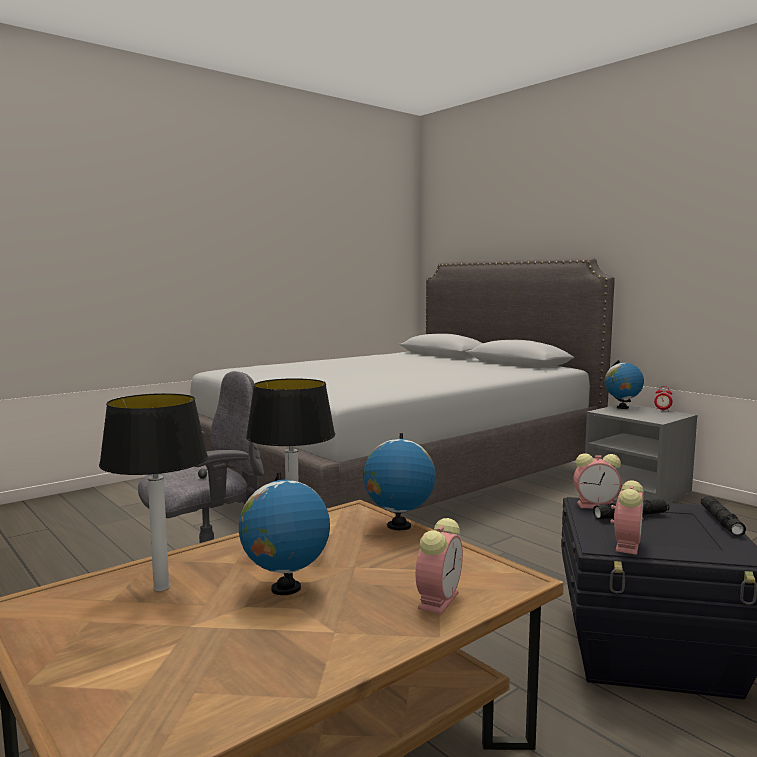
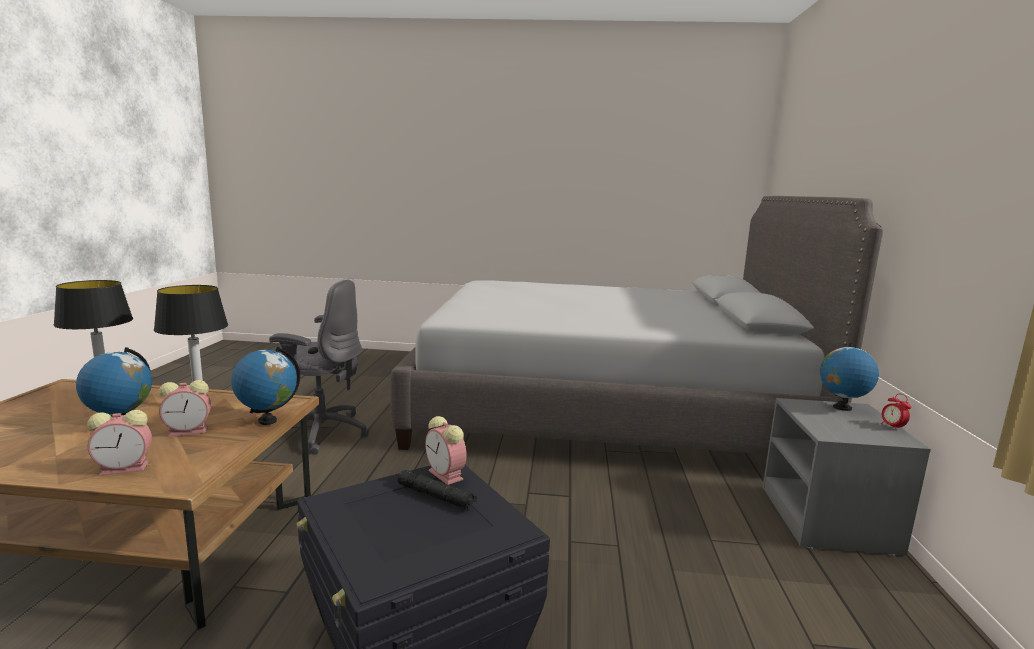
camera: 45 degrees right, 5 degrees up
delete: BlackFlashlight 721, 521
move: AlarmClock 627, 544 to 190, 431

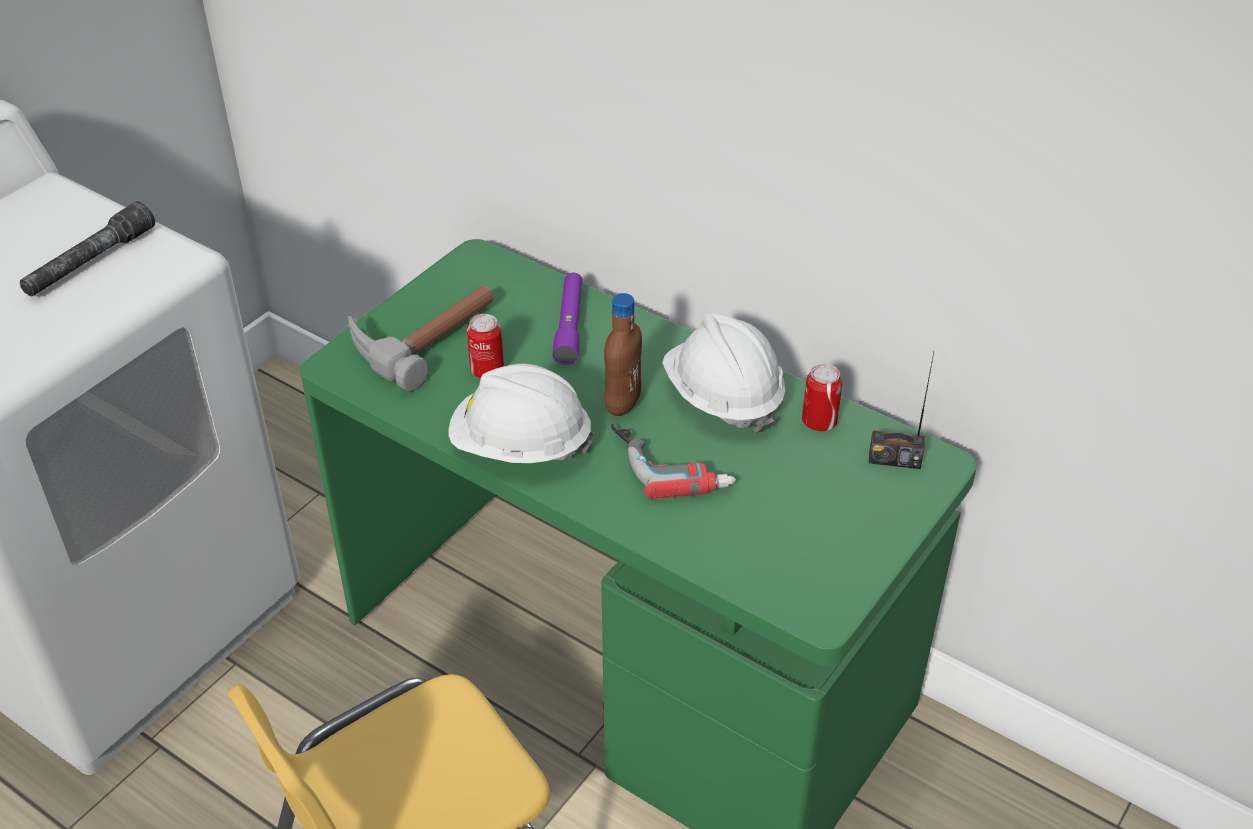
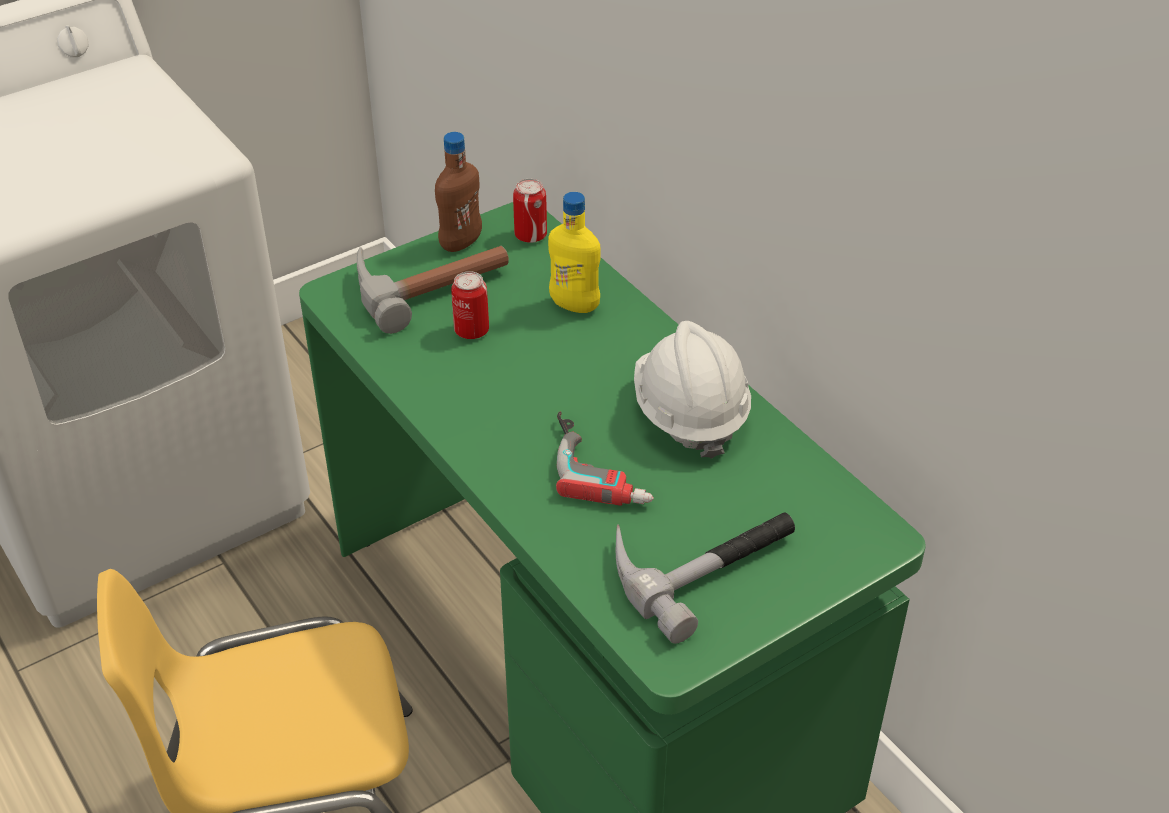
camera: 20 degrees right, 0 degrees up
delete: GreyFlashlight 90, 262; WhiteHardHat 520, 446; Radio 894, 459
insert: Hammer 703, 562
move: BrownBottle 622, 403 to 460, 243; Can 819, 421 to 530, 235
replace: PurpleFlashlight 569, 325 to YellowBottle 574, 305

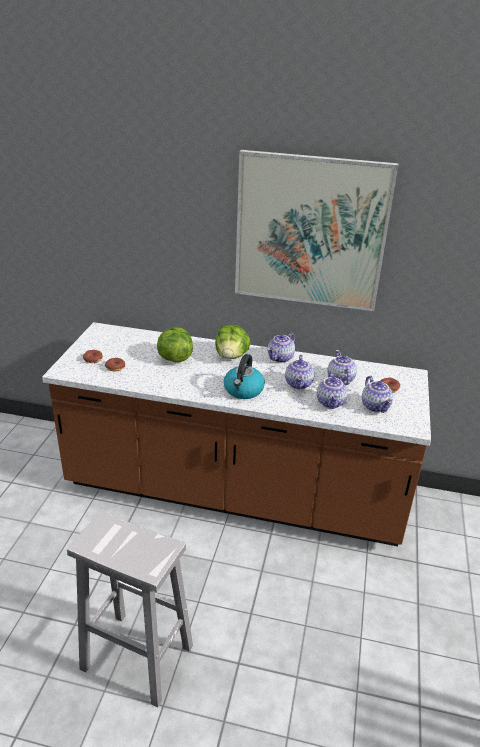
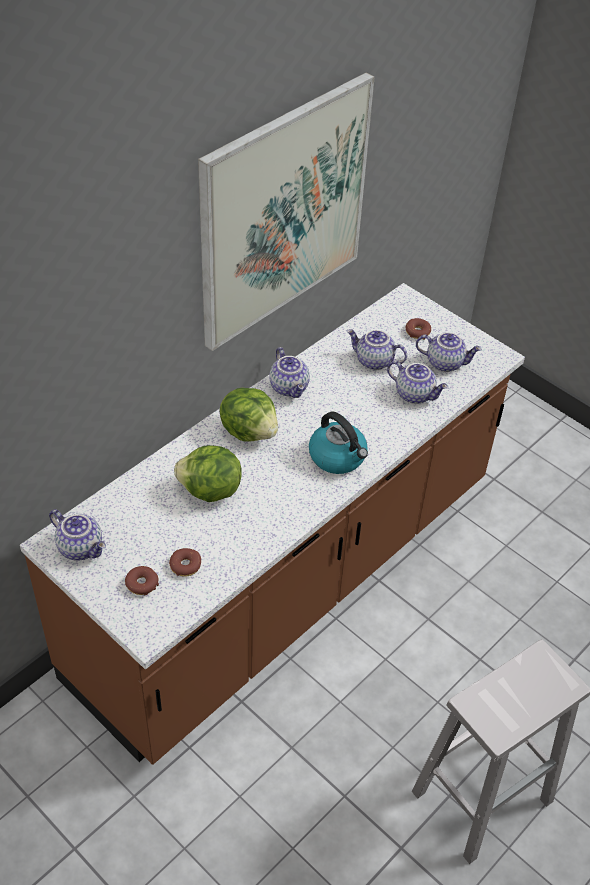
camera: 60 degrees left, 15 degrees up
move: Teapot 299, 384 to 81, 547

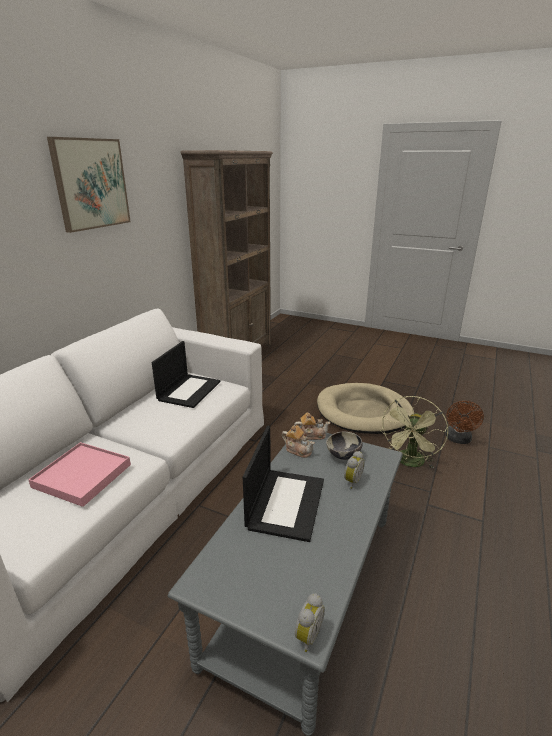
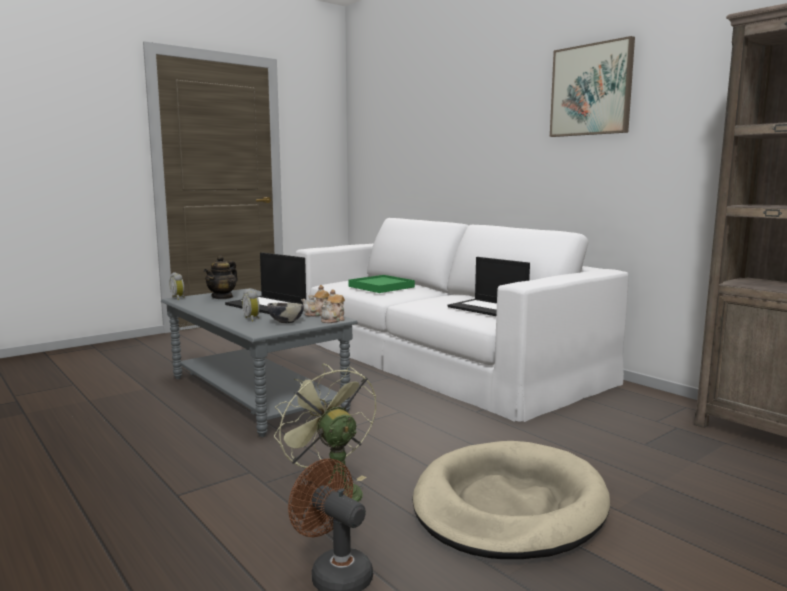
camera: 115 degrees right, 15 degrees down
insert: Teapot 222, 297
recolor: PinkTray 82, 476 to GreenTray 381, 287

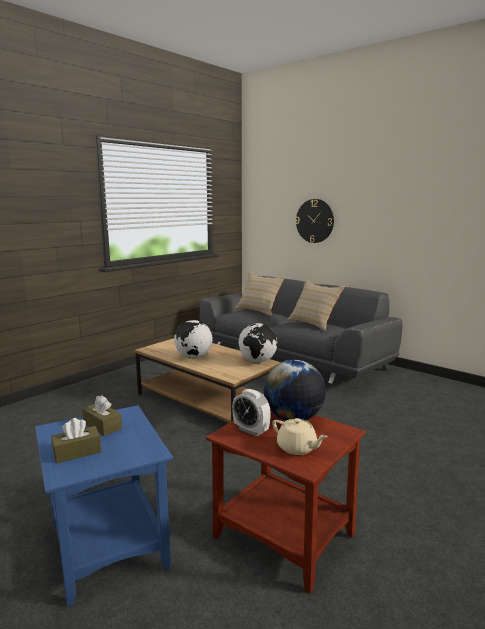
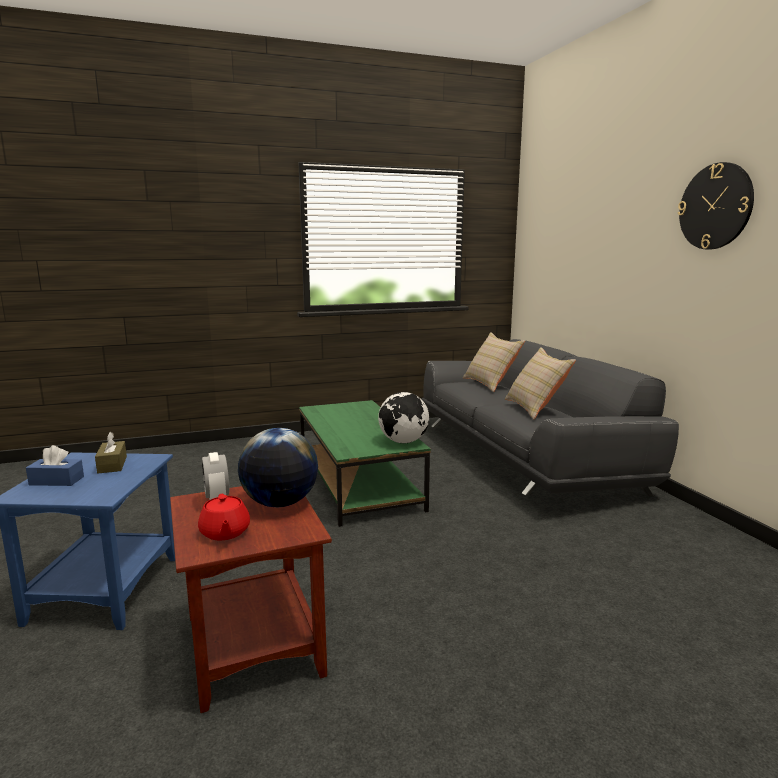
camera: 30 degrees right, 0 degrees up
delete: Globe 193, 357
move: WallClock 314, 221 to 715, 206
recolor: BrownTissueBox 77, 452 to BlueTissueBox 56, 481; BrownCoffeeTable 206, 401 to GreenCoffeeTable 358, 482; BeigeTeapot 297, 448 to RedTeapot 224, 533

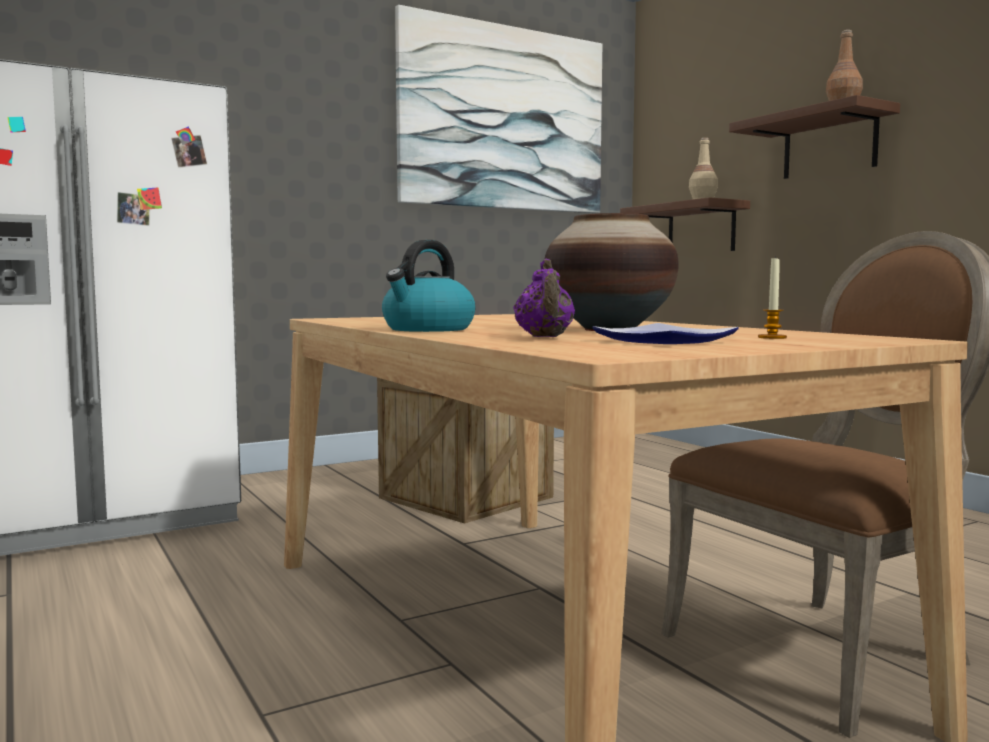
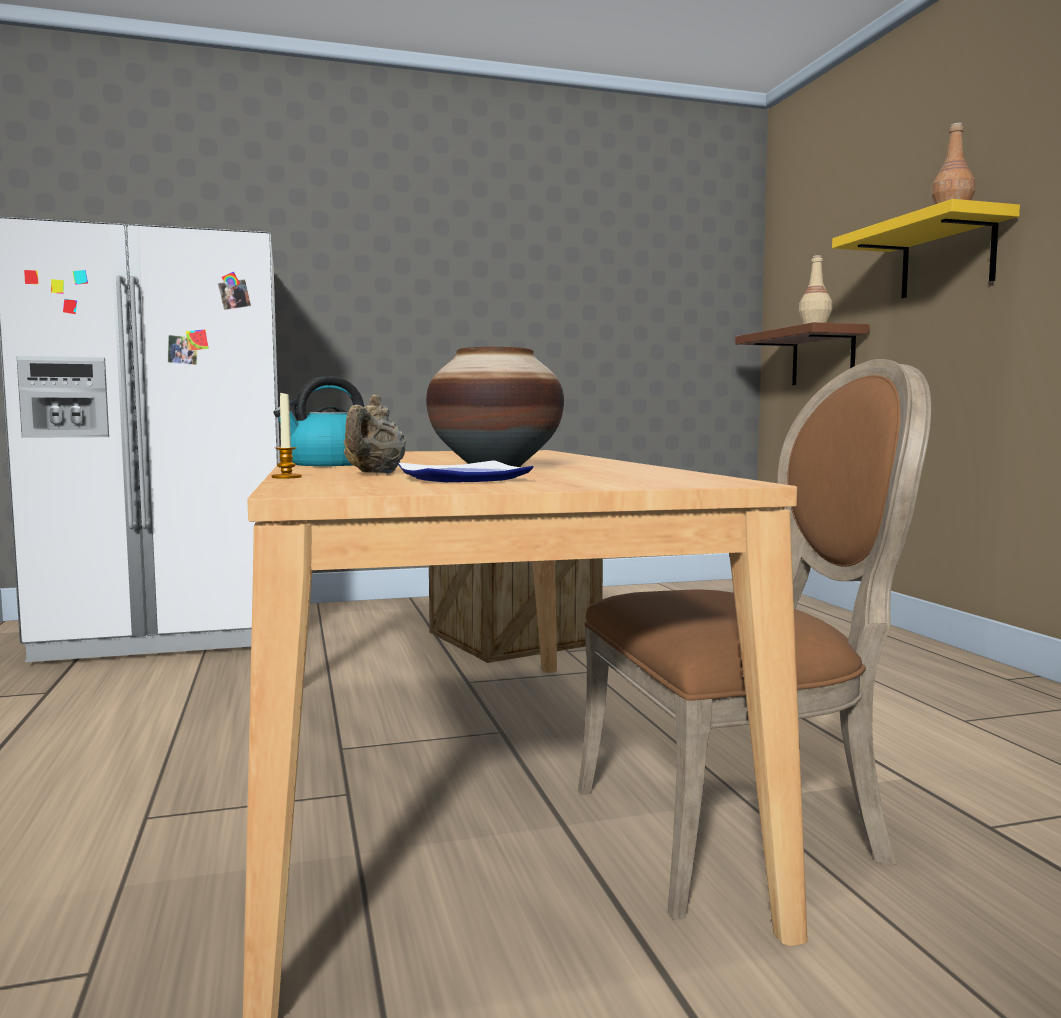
camera: 15 degrees right, 0 degrees up
delete: Picture 504, 118
move: Candle 772, 337 to 286, 477
recolor: PurpleTeapot 544, 338 to BeigeTeapot 375, 474; BrownShelf 829, 145 to YellowShelf 947, 257

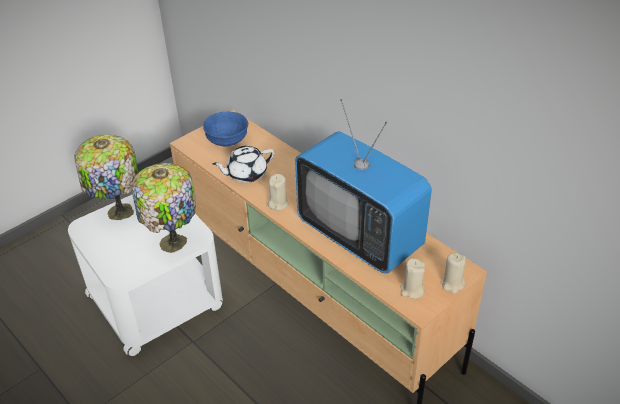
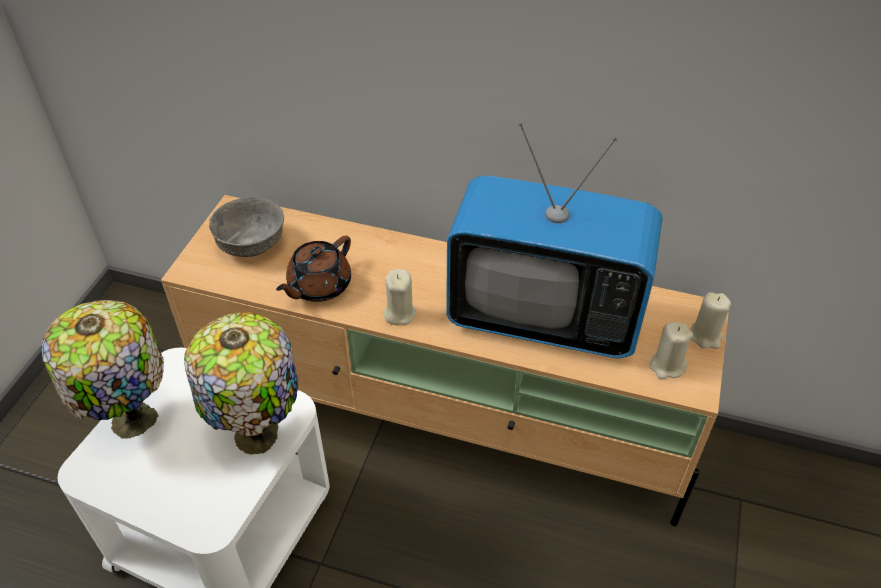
camera: 30 degrees left, 5 degrees up
recolor: BlueBowl 226, 141 to GreyBowl 251, 246; WhiteTeapot 246, 174 to BrownTeapot 318, 286

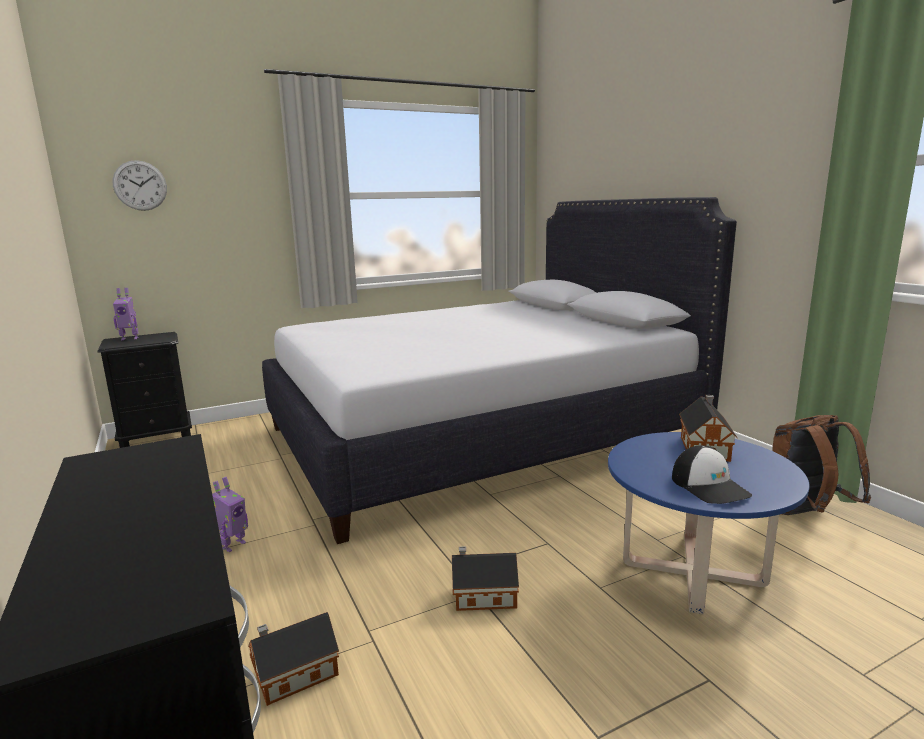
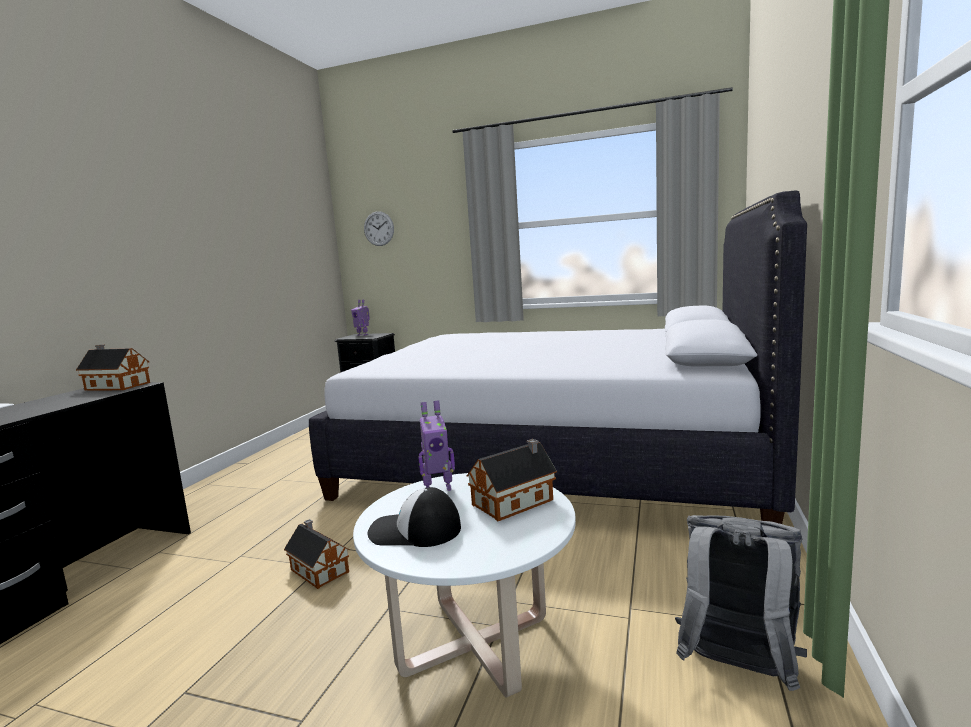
camera: 45 degrees right, 5 degrees down
move: ToyRobot 233, 545 to 438, 488; ToyHouse 293, 675 to 116, 386
recolor: BlueCoffeeTable 692, 573 to WhiteCoffeeTable 474, 643; BrownBackpack 805, 514 to GreyBackpack 736, 670
rotate: Cap 710, 486 = 414, 531 75 degrees clockwise

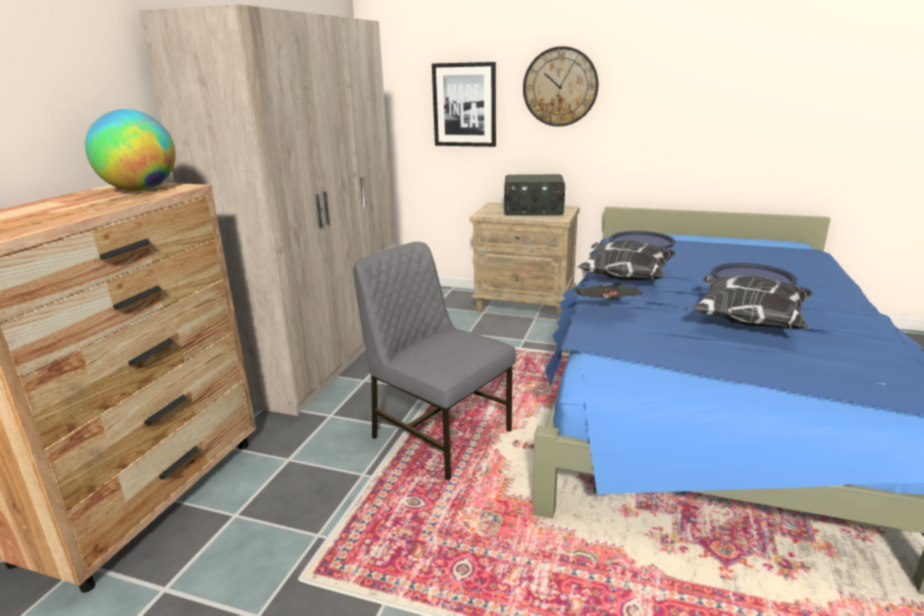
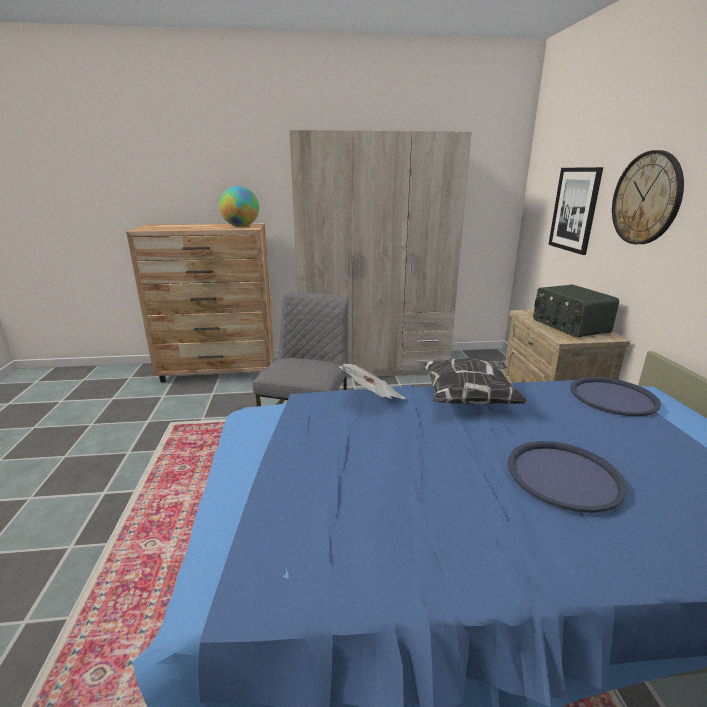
camera: 65 degrees right, 0 degrees up
delete: Pillow 746, 322

